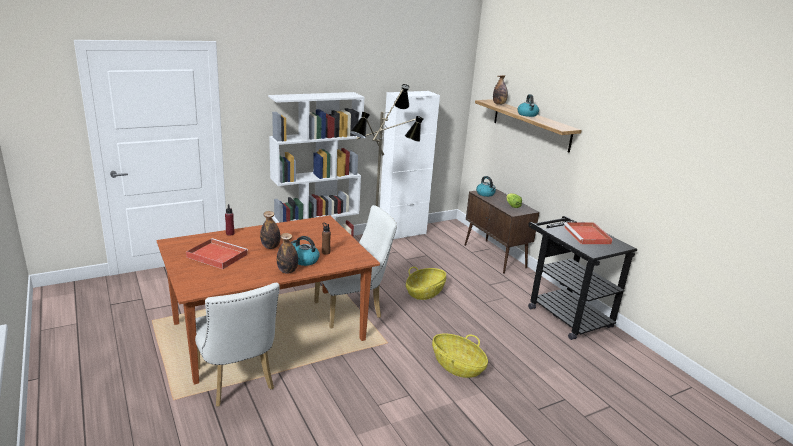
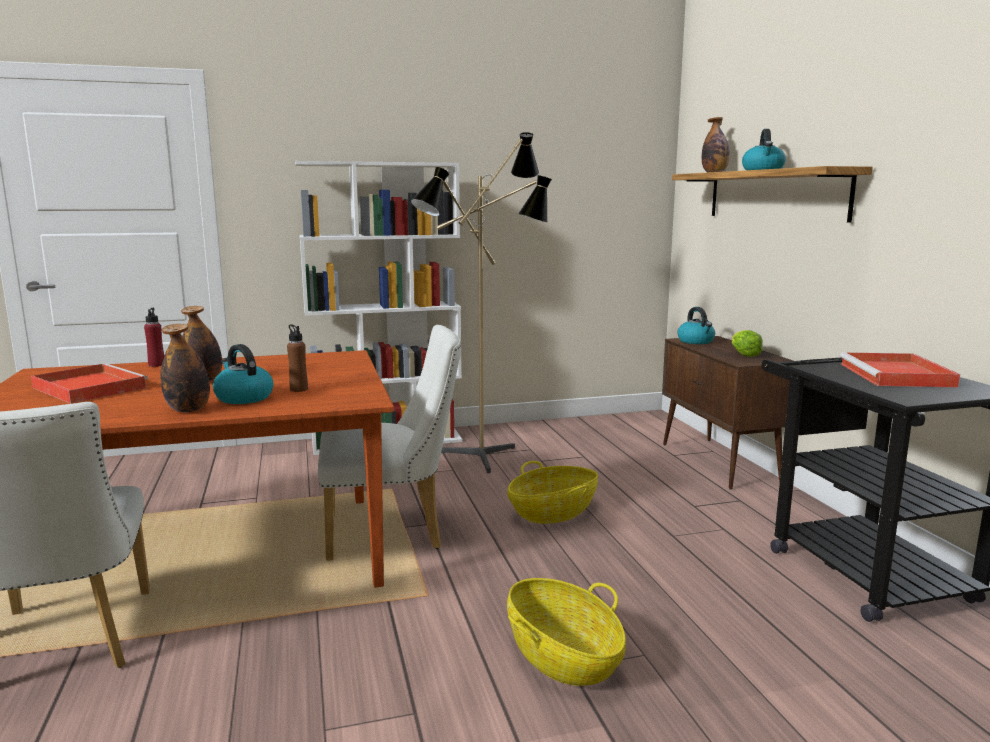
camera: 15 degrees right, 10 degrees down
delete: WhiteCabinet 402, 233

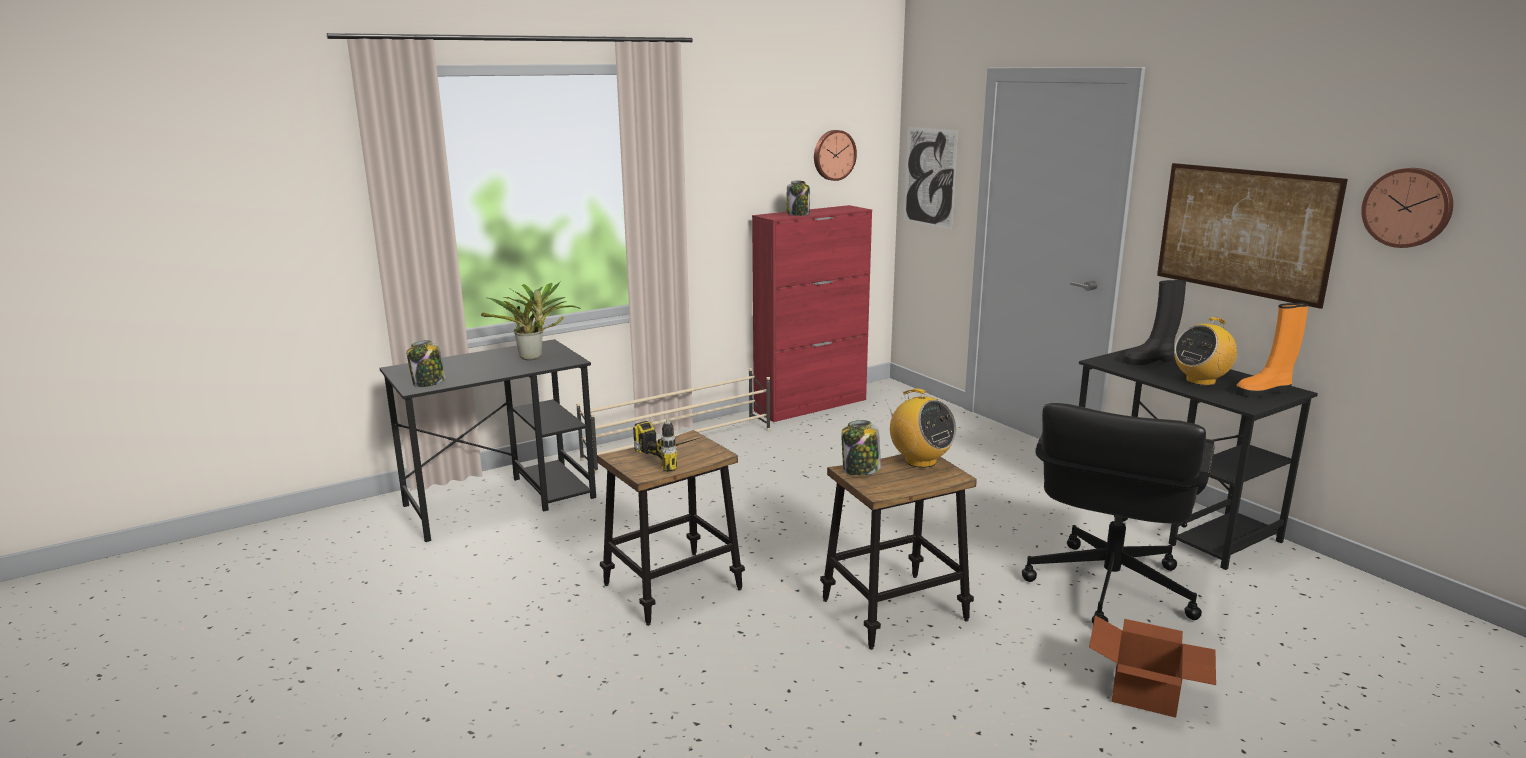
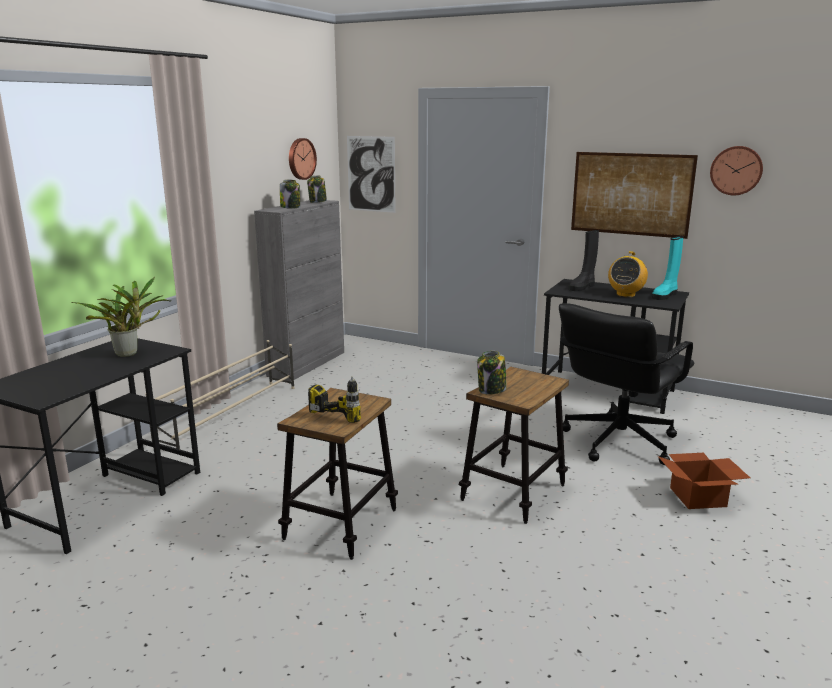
camera: 30 degrees left, 0 degrees up
delete: Radio 920, 461
move: Jar 428, 383 to 317, 201
recolor: RedCabinet 811, 405 to GreyCabinet 307, 364; OrangeBoot 1264, 392 to TurquoiseBoot 665, 295
rotate: BlackOfficeChair 1107, 588 = 617, 441 45 degrees clockwise

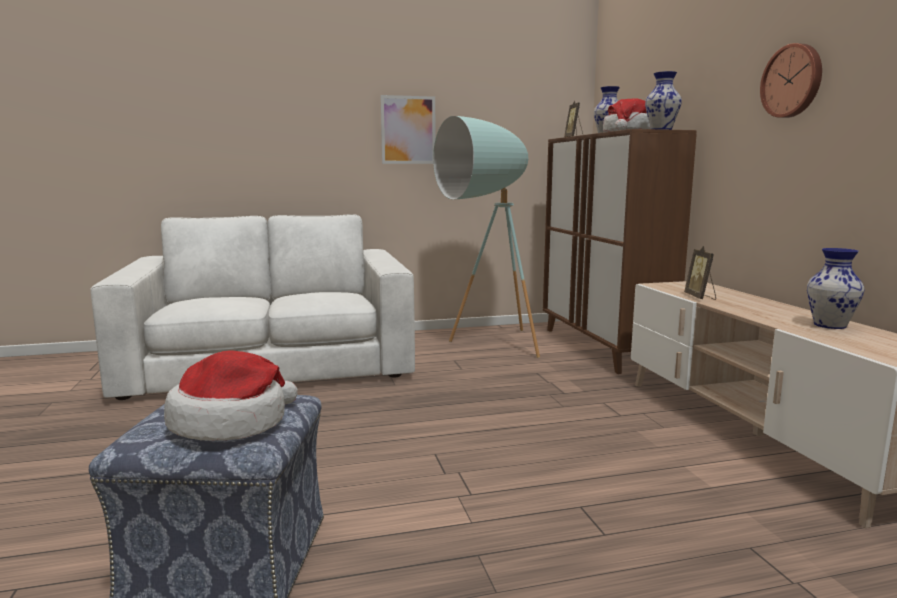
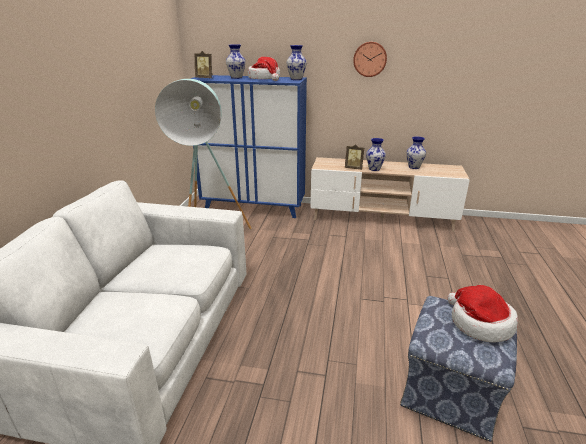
camera: 65 degrees left, 15 degrees up
delete: Picture 408, 130
insert: Vase 374, 169
recolor: BrownCabinet 602, 348 to BlueCabinet 254, 207

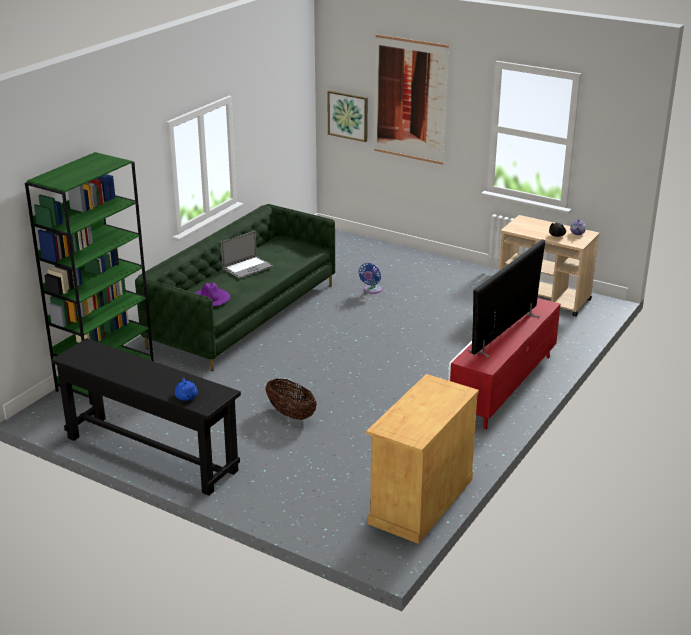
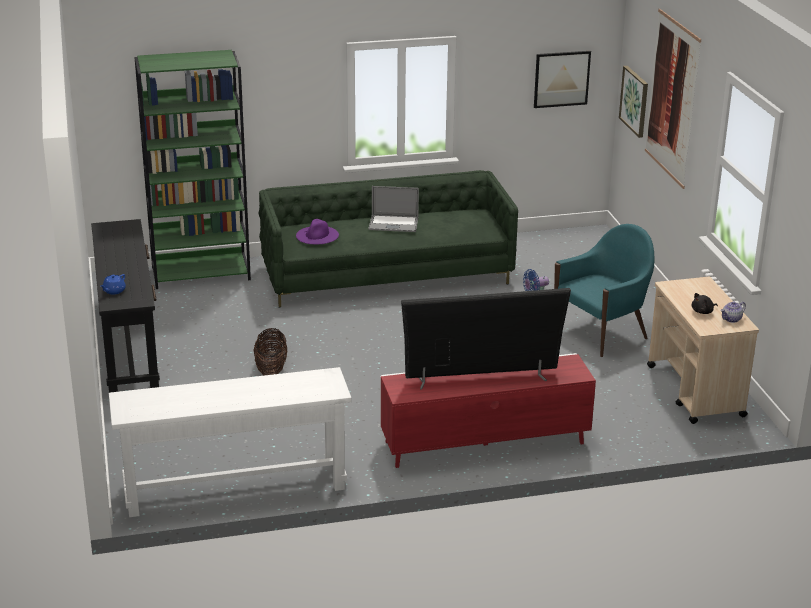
camera: 45 degrees right, 0 degrees up
insert: Picture 561, 79; TurquoiseArmchair 601, 333
replace: BeigeCabinet 421, 501 to WhiteConsoleTable 235, 487

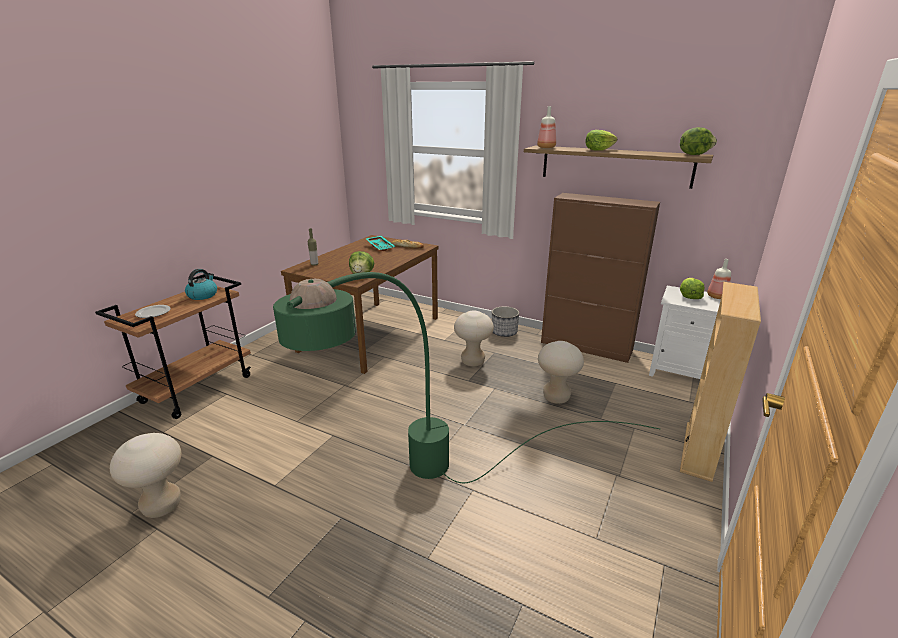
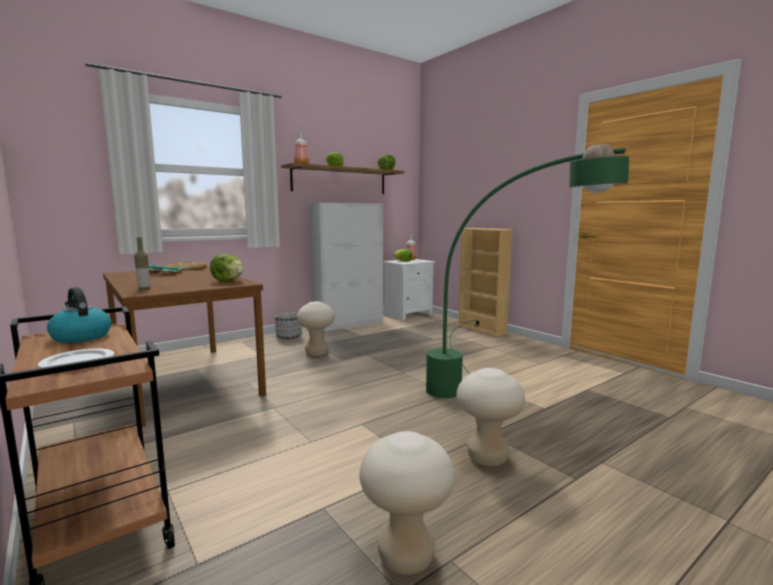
camera: 65 degrees left, 15 degrees down
move: BeigeStool 556, 397 to 487, 458
recolor: BrownCabinet 586, 346 to WhiteCabinet 349, 323

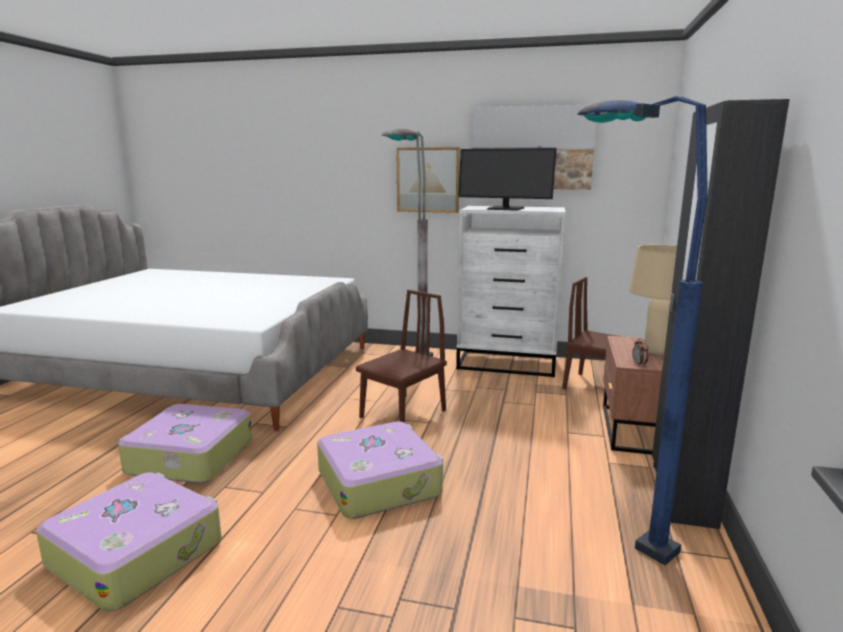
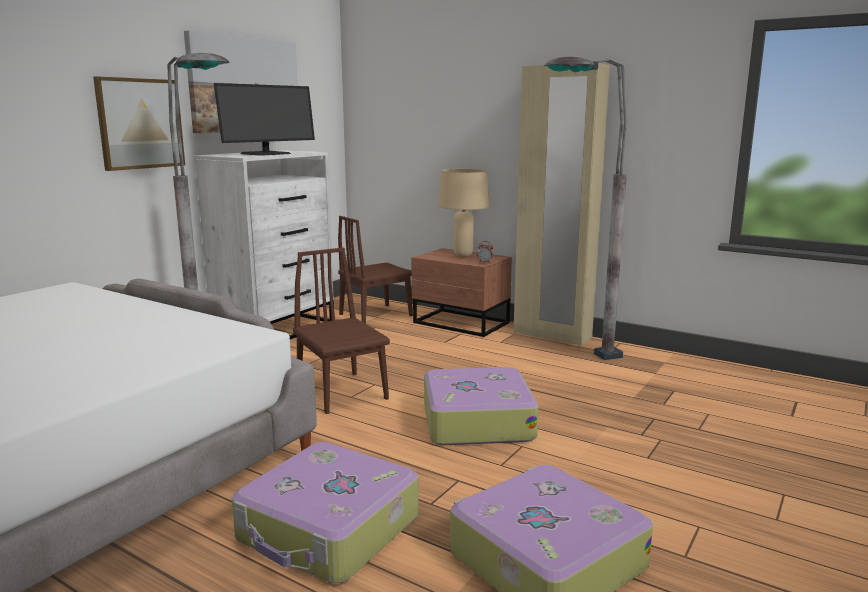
camera: 70 degrees left, 0 degrees up
recolor: BlueFloorLamp 601, 519 to GreyFloorLamp 570, 360; BlackWardrobe 681, 494 to BeigeWardrobe 552, 335

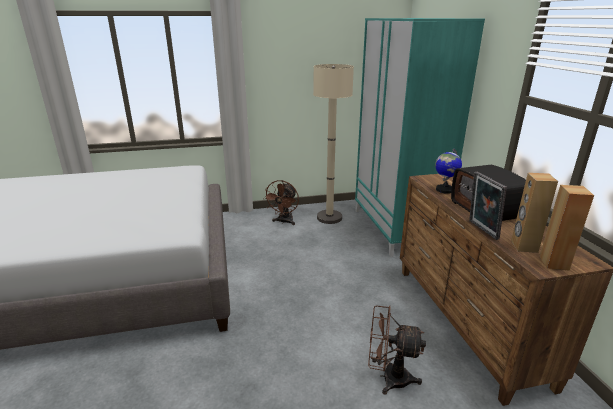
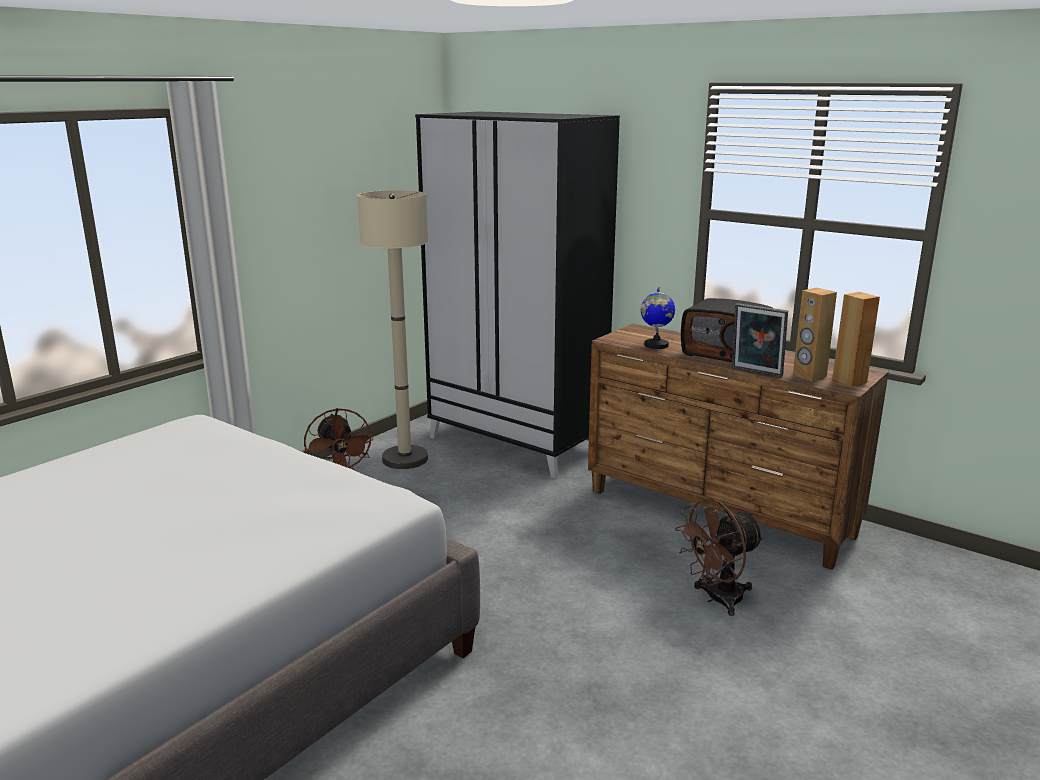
camera: 40 degrees left, 5 degrees down
recolor: TurquoiseWardrobe 396, 229 to BlackWardrobe 517, 443

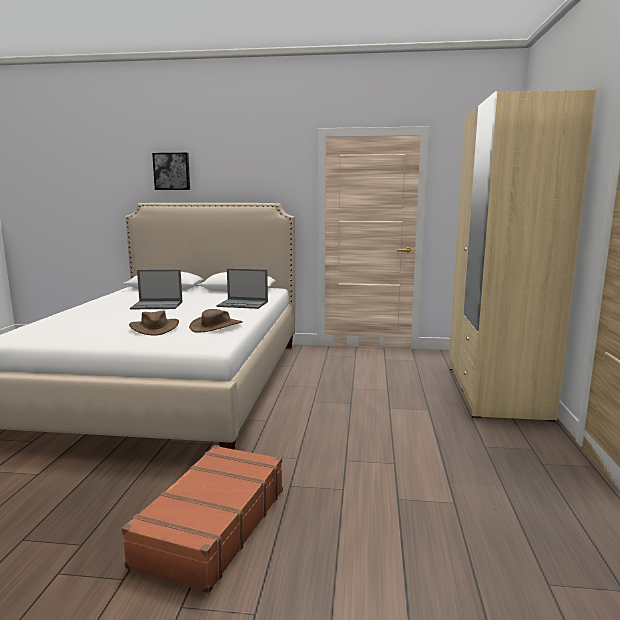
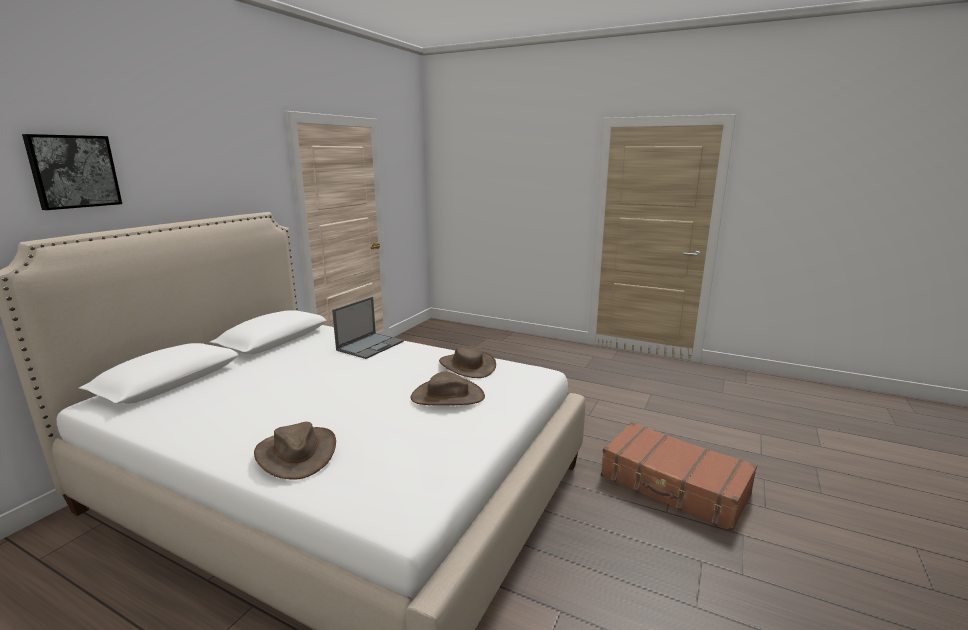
camera: 70 degrees left, 5 degrees up
delete: Laptop 157, 305; BeigeWardrobe 495, 392
insert: BrownHat 296, 453

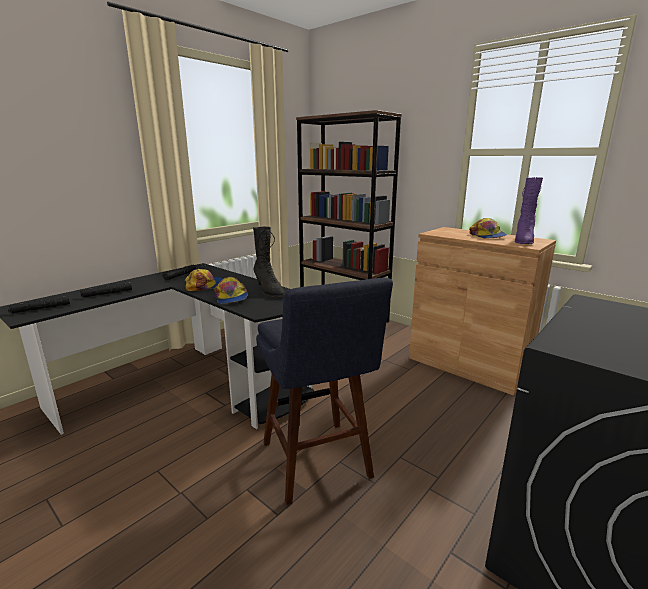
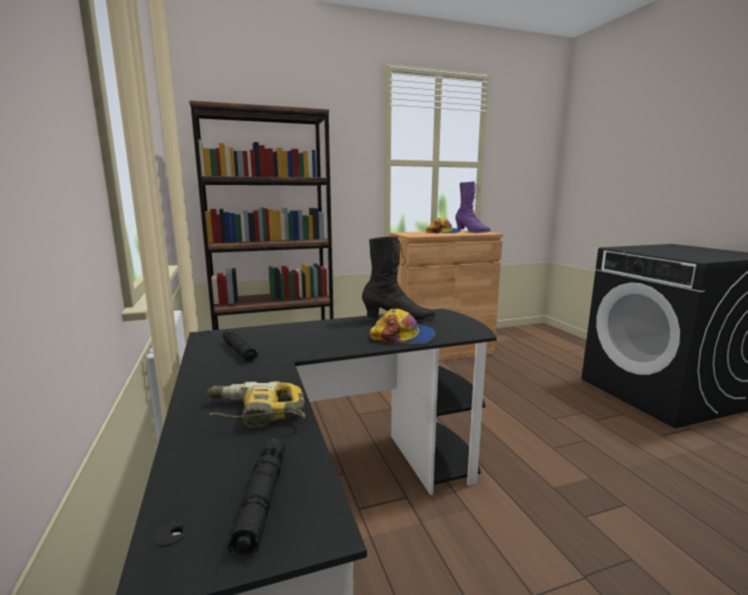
camera: 60 degrees left, 5 degrees down
delete: Cap 205, 286; BlueStool 318, 464
replace: BlackFlashlight 107, 293 to PowerDrill 254, 414

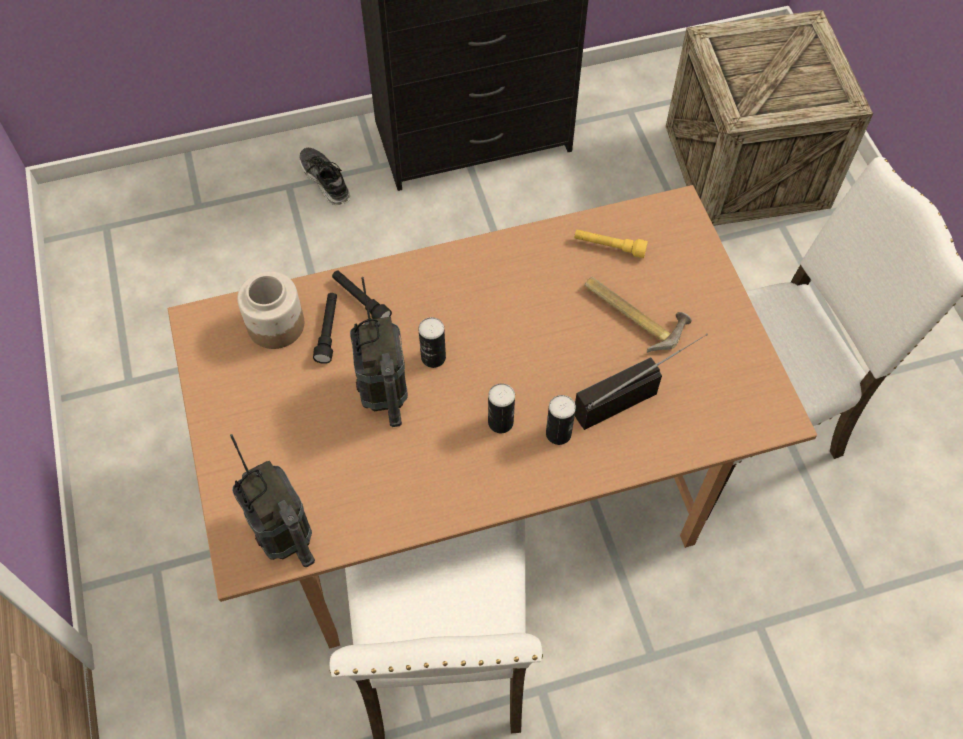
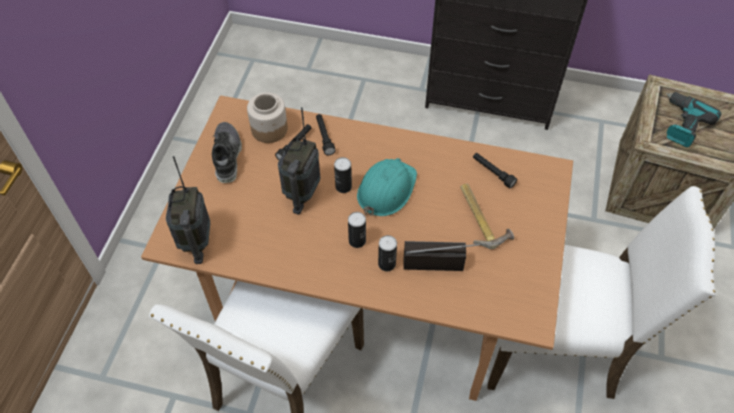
camera: 30 degrees right, 5 degrees down
insert: TurquoiseHardHat 386, 189; PowerDrill 682, 124
move: Shoe 325, 181 to 227, 156
recolor: YellowFlashlight 609, 247 to BlackFlashlight 492, 173

